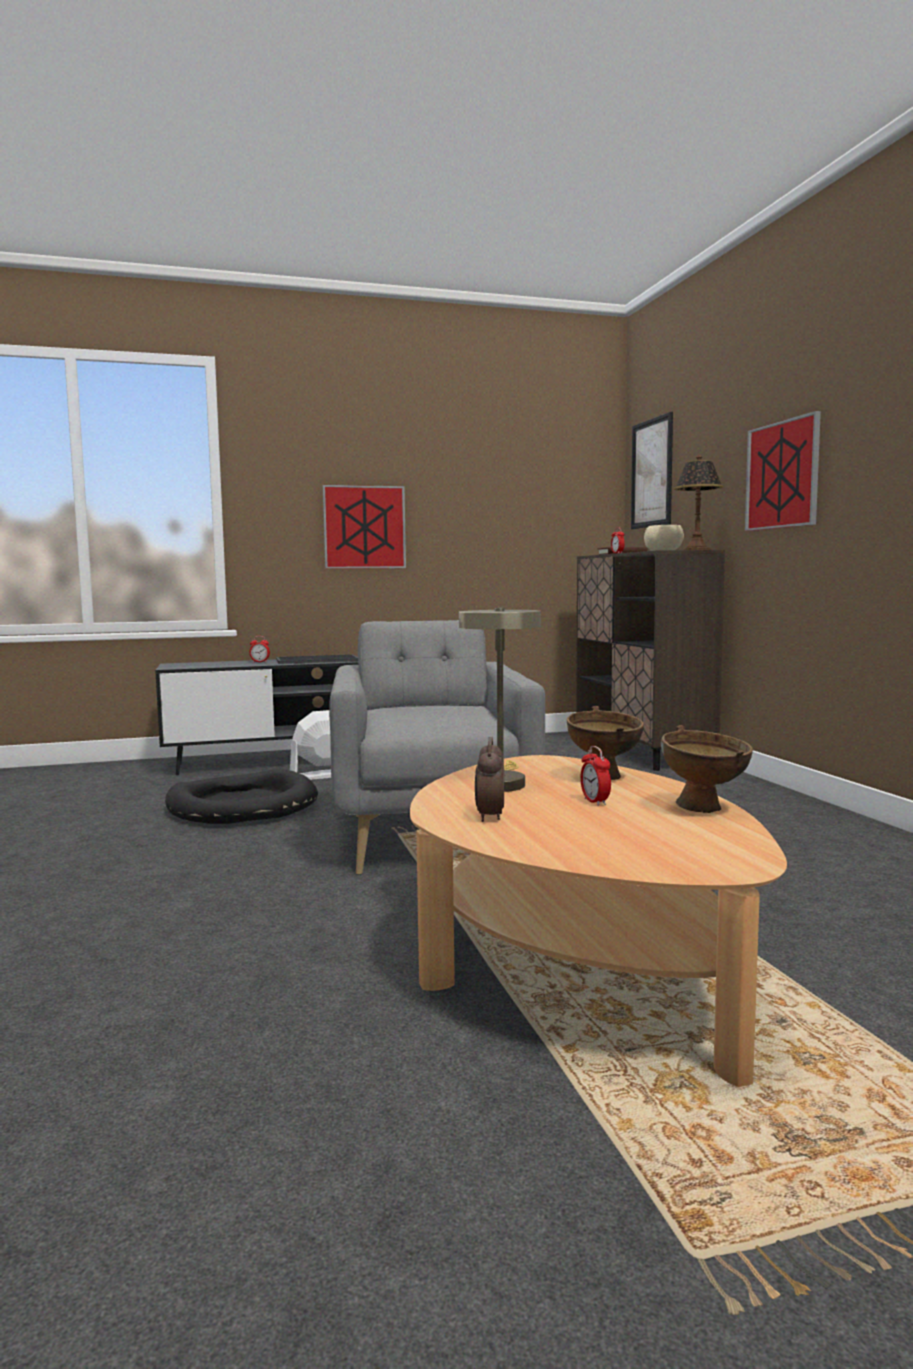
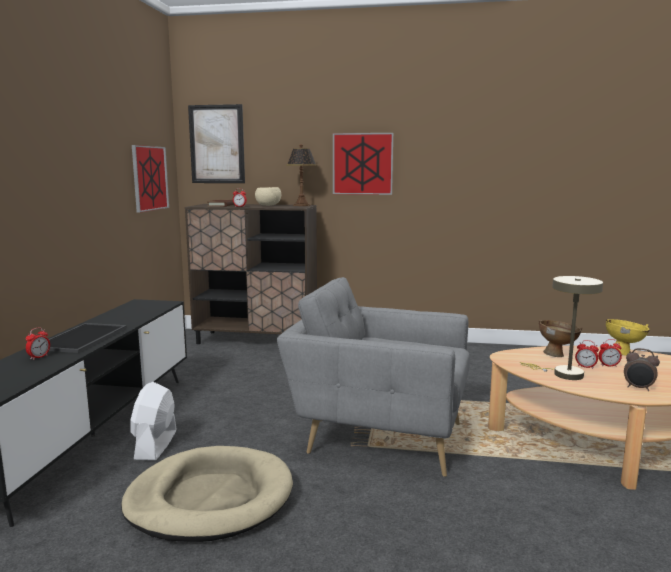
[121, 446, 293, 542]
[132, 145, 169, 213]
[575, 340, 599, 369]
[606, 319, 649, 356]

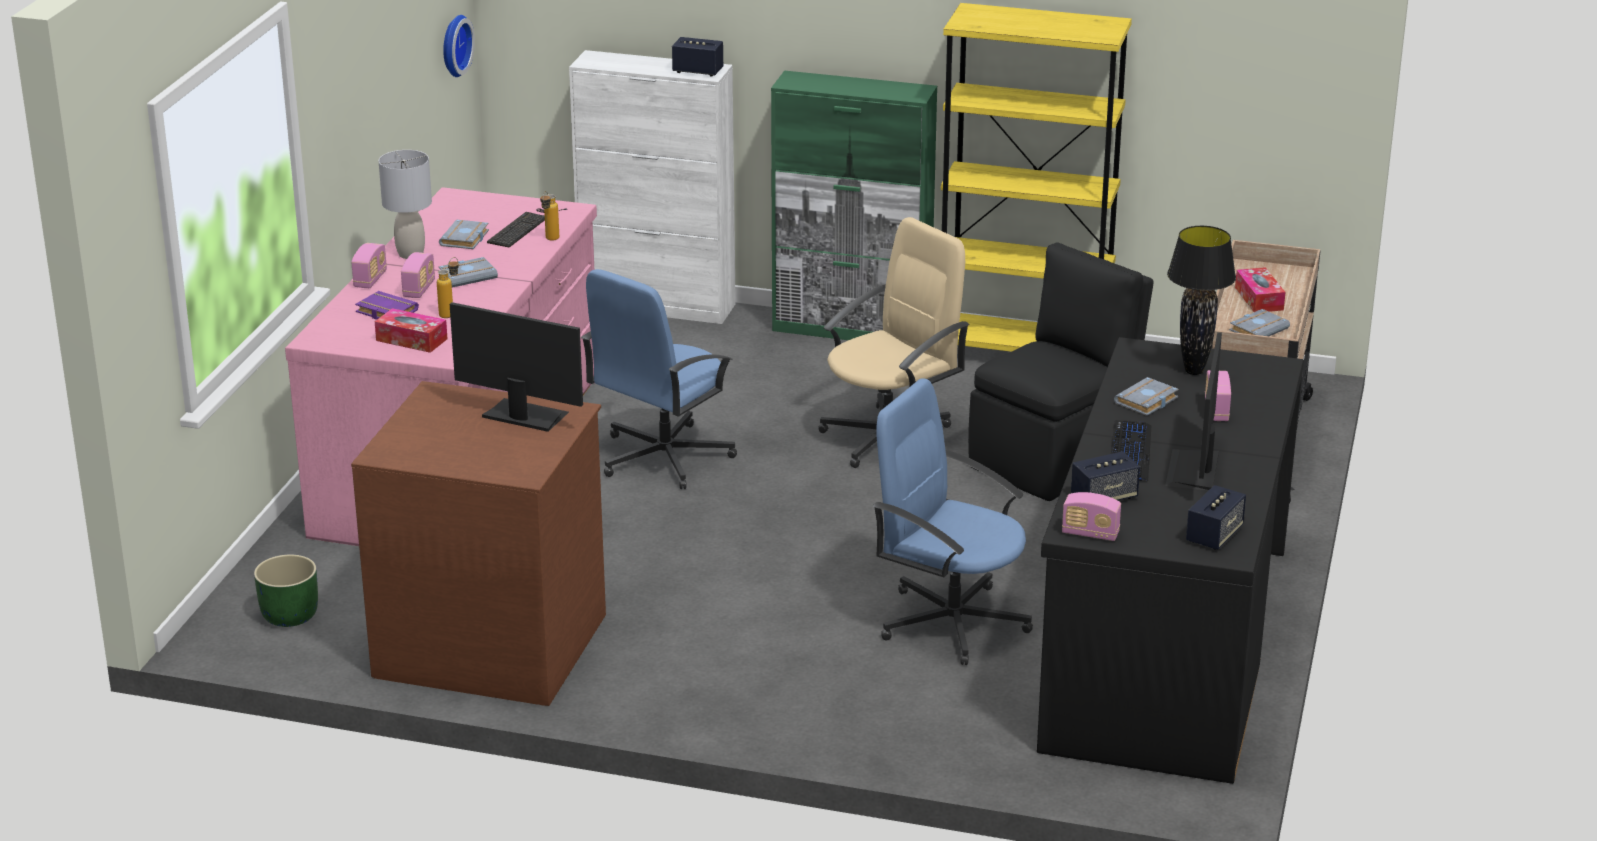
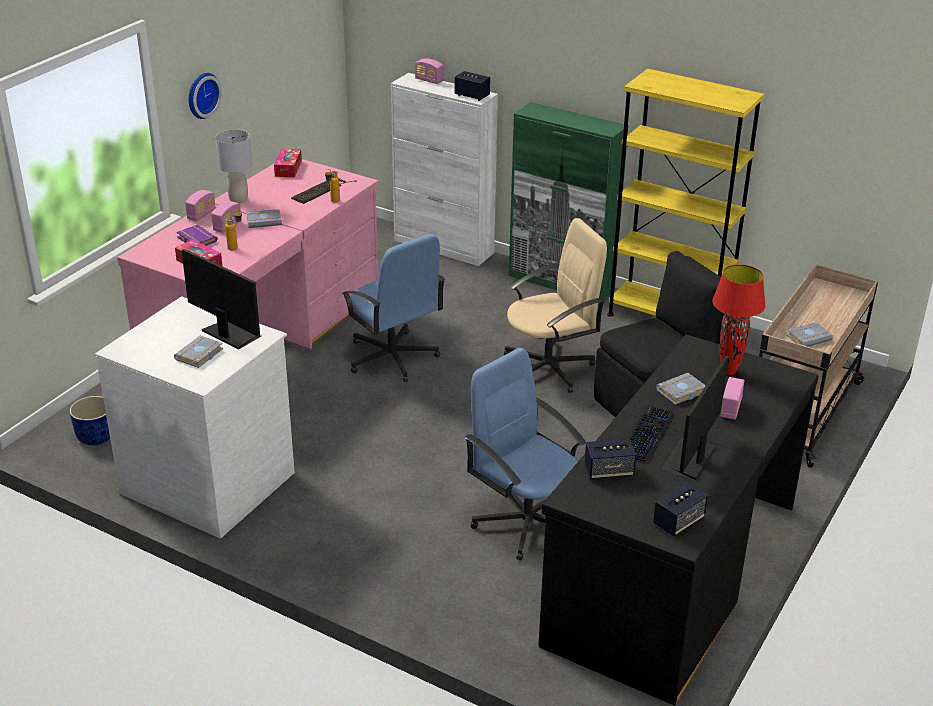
[69, 396, 110, 445]
[95, 296, 295, 538]
[174, 336, 223, 368]
[188, 73, 222, 119]
[274, 148, 302, 178]
[341, 234, 445, 382]
[415, 58, 444, 84]
[712, 265, 766, 375]

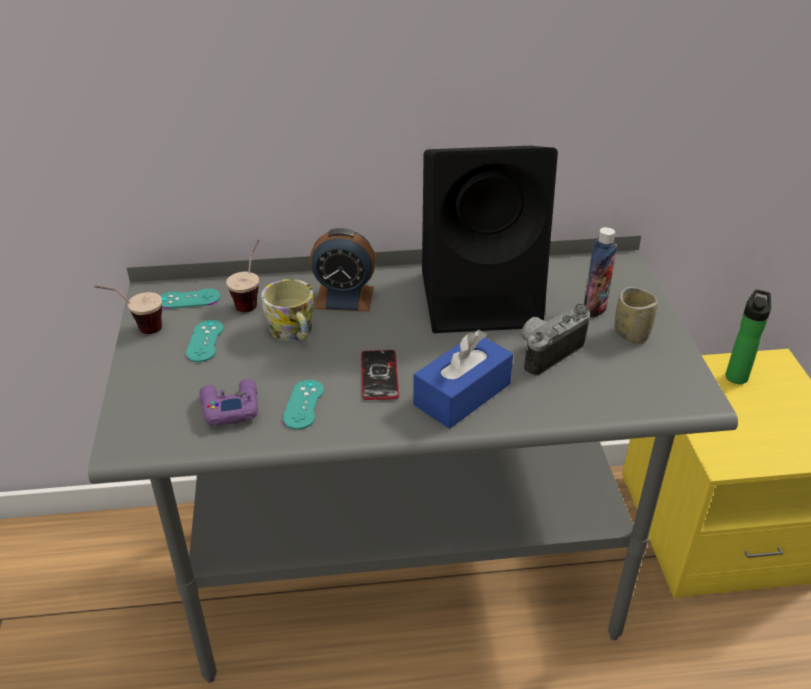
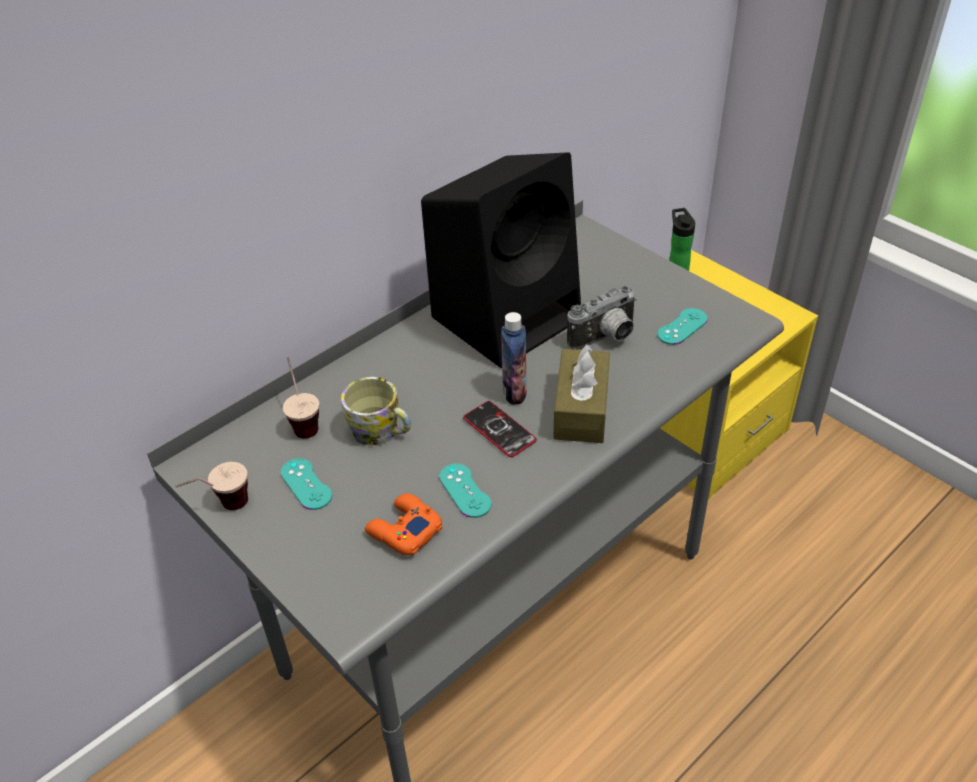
[365, 494, 442, 555]
[501, 312, 526, 405]
[553, 344, 610, 443]
[567, 286, 637, 350]
[657, 308, 708, 345]
[310, 228, 376, 312] (first image)
[614, 287, 658, 344] (first image)

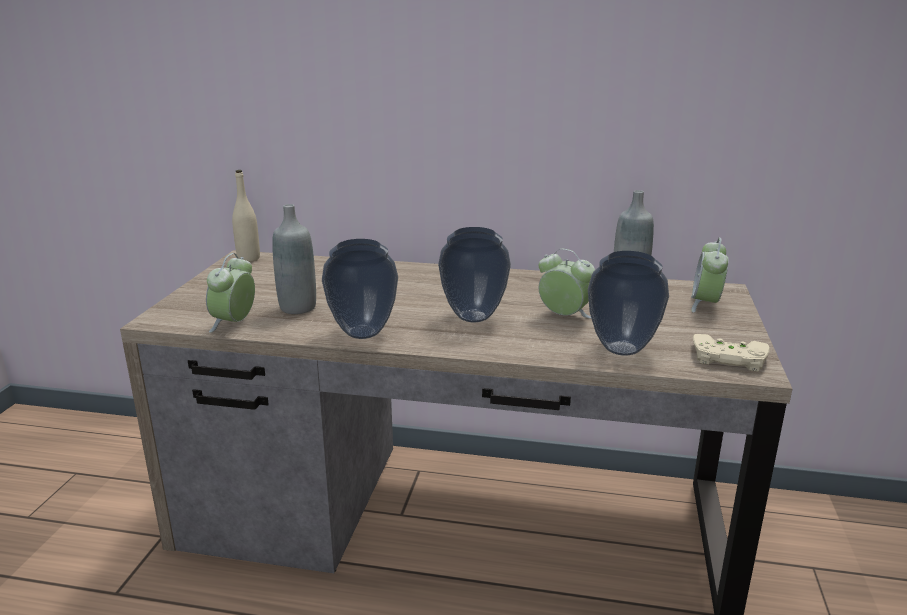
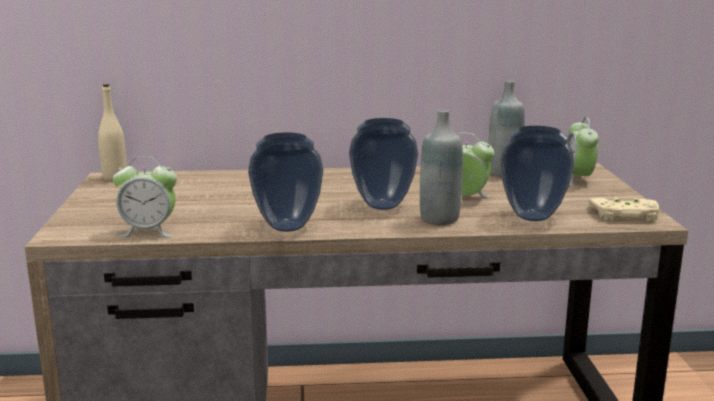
[113, 156, 177, 237]
[420, 110, 463, 225]

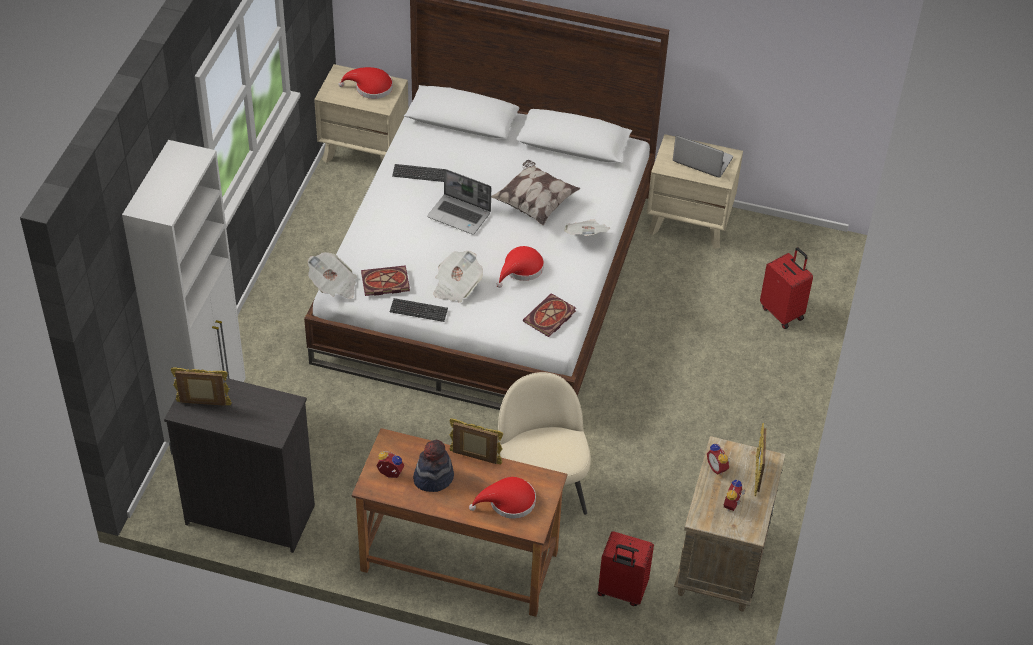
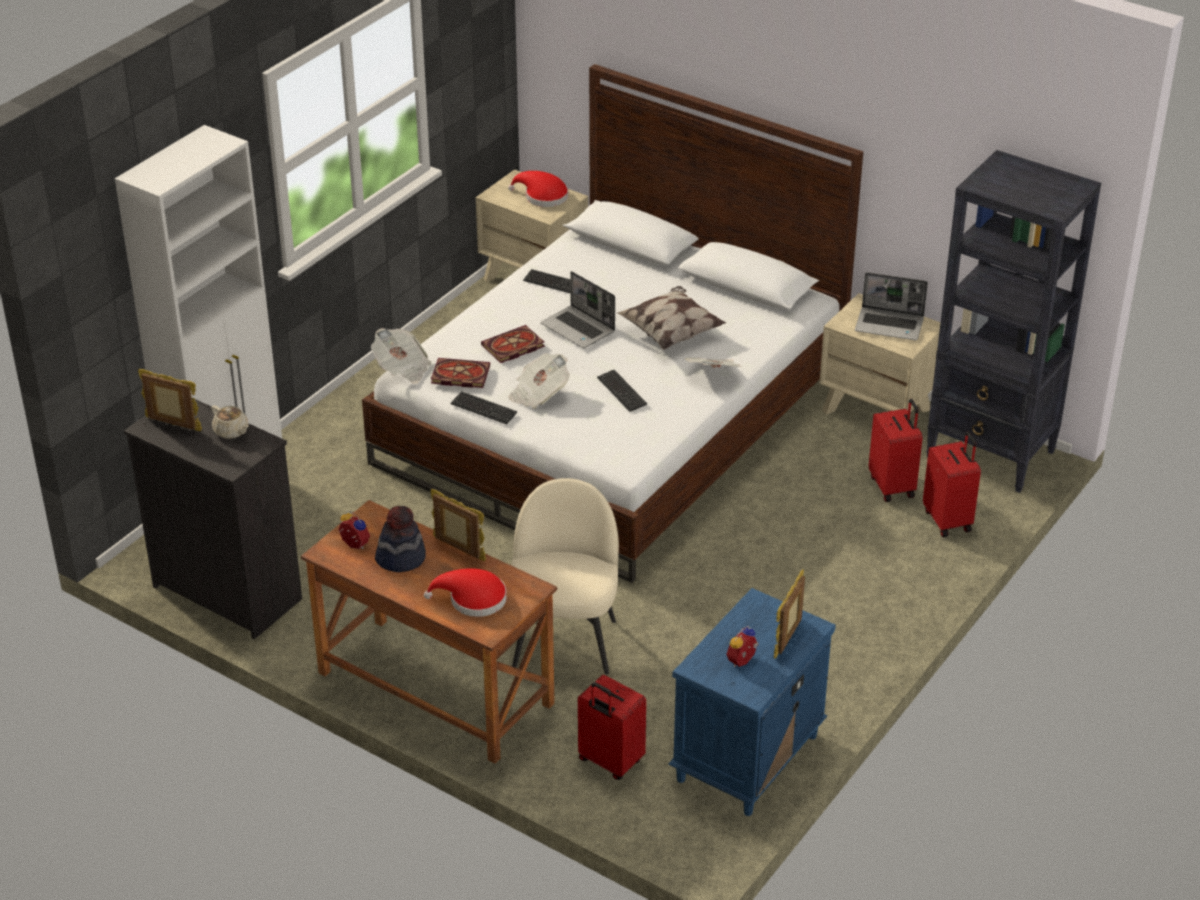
[211, 405, 249, 439]
[481, 325, 545, 363]
[597, 370, 647, 412]
[668, 588, 836, 816]
[855, 272, 928, 340]
[869, 399, 923, 502]
[926, 150, 1101, 493]
[707, 444, 730, 475] (first image)

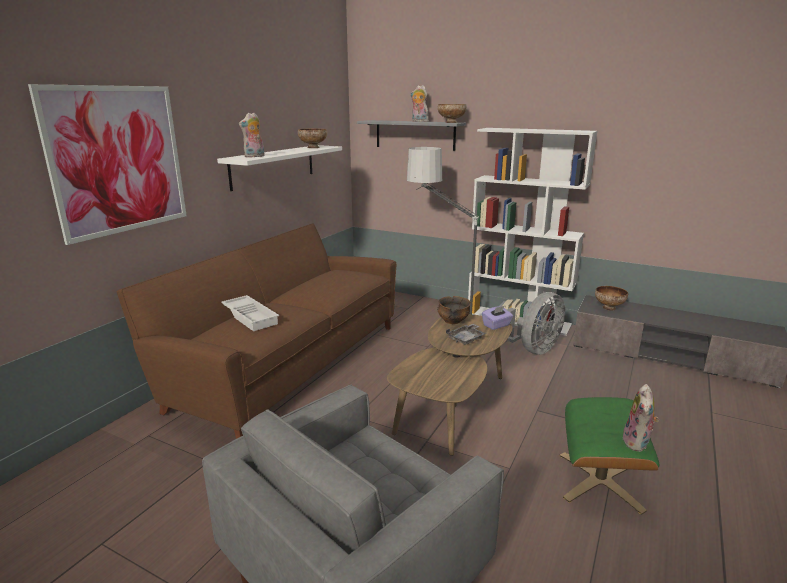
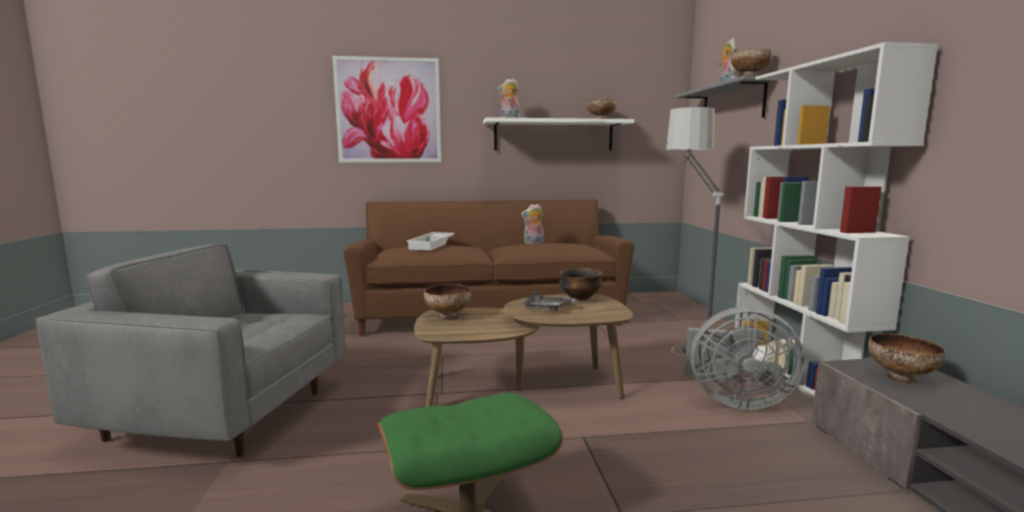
[424, 284, 471, 320]
[521, 204, 544, 244]
[482, 306, 513, 330] (first image)

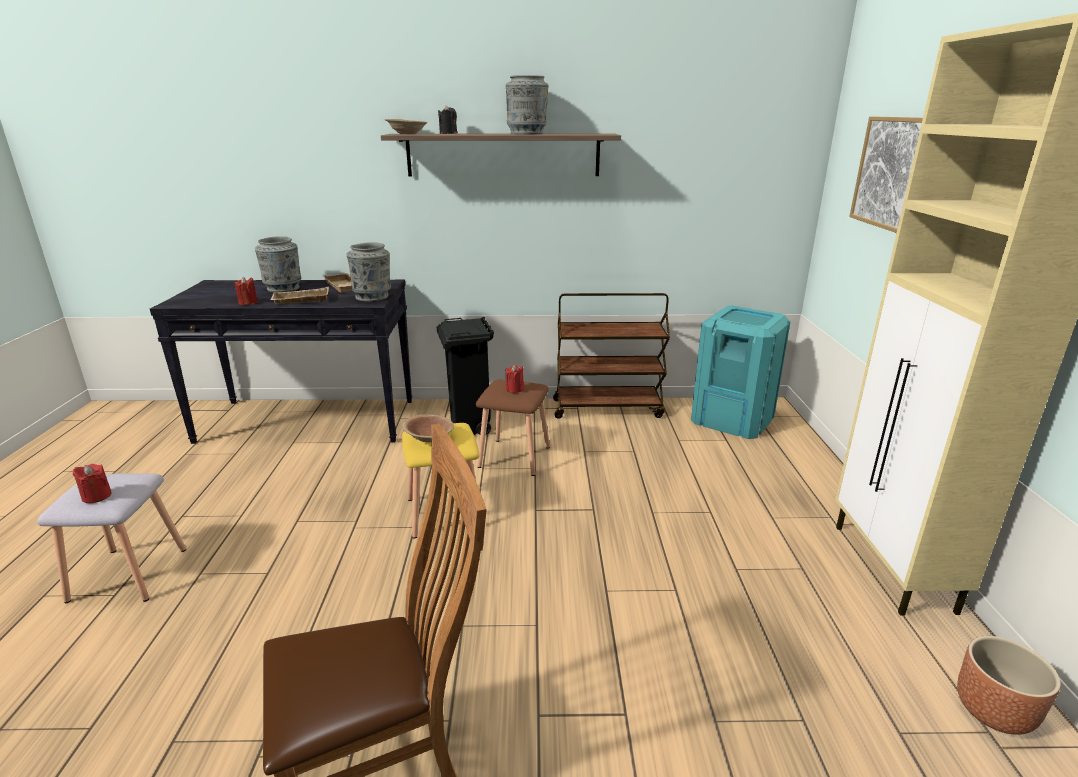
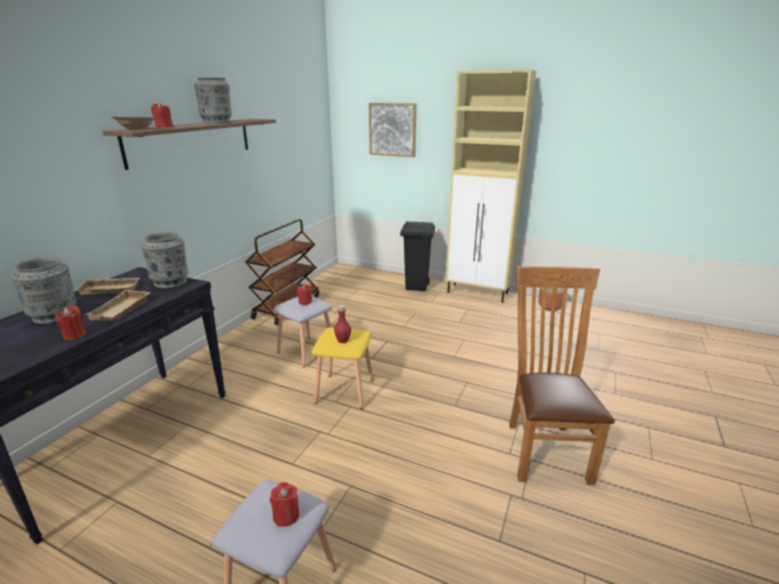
[151, 102, 173, 127]
[274, 296, 332, 367]
[334, 305, 351, 343]
[400, 221, 435, 291]
[691, 306, 790, 439] (first image)

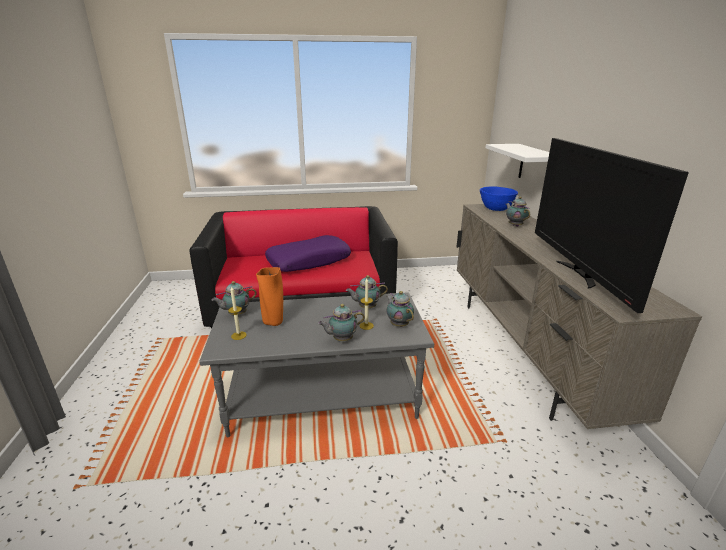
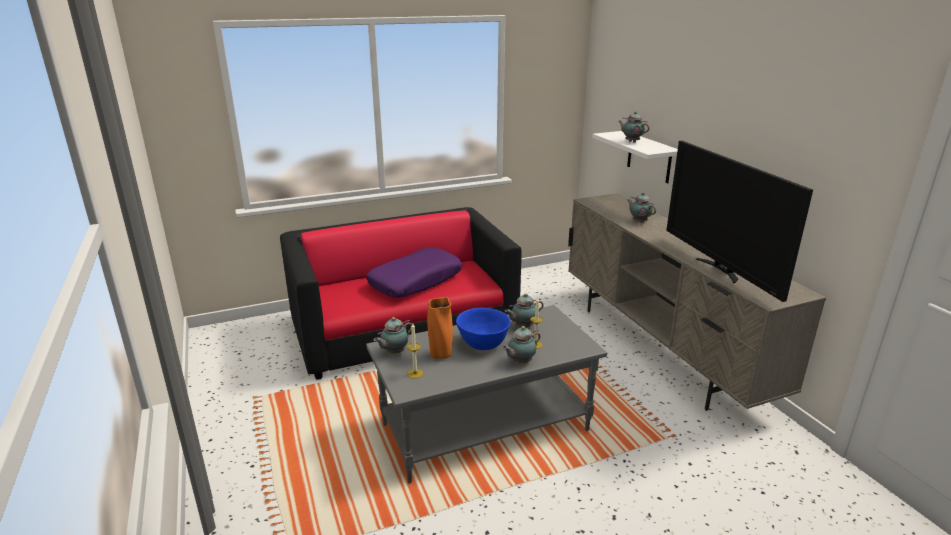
[456, 308, 511, 350]
[618, 112, 650, 143]

